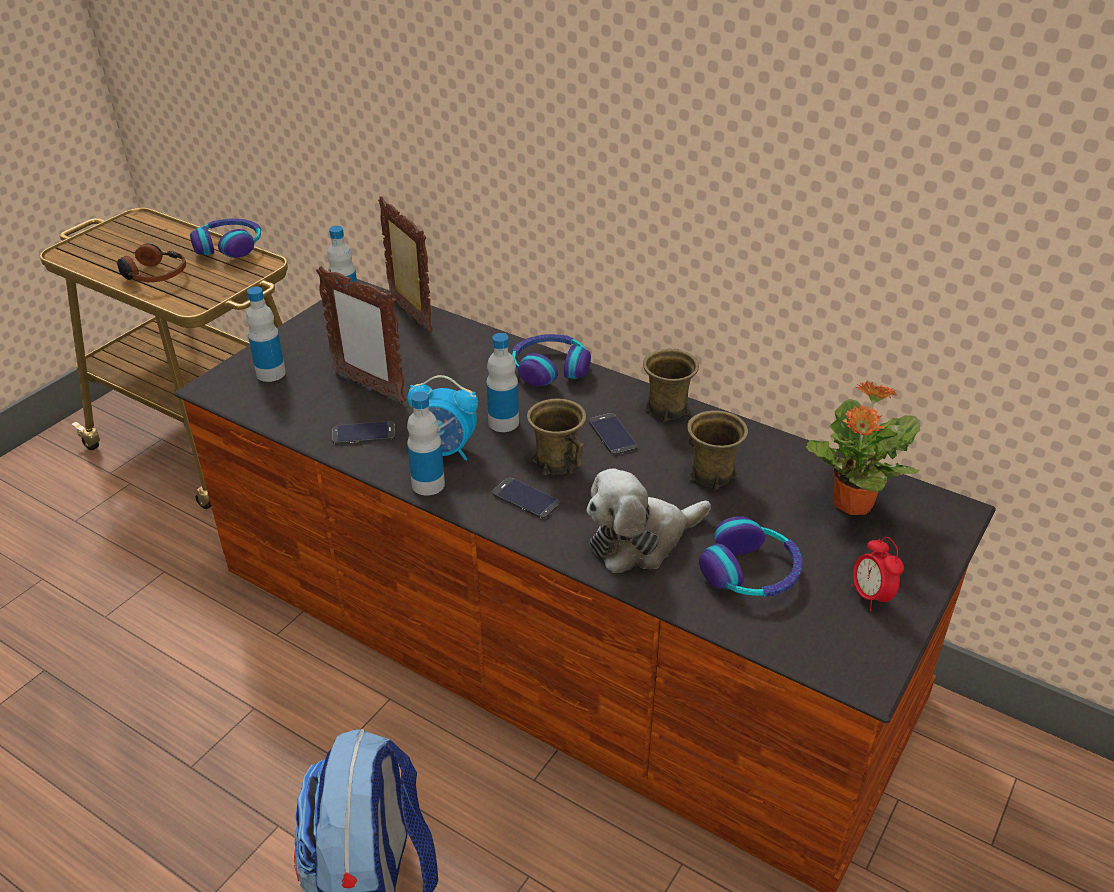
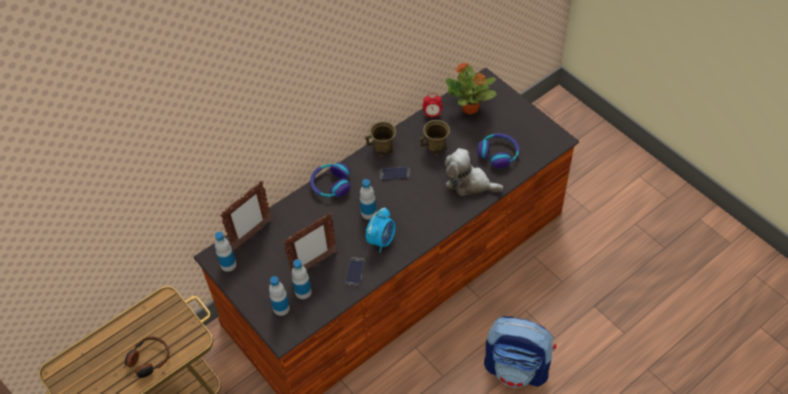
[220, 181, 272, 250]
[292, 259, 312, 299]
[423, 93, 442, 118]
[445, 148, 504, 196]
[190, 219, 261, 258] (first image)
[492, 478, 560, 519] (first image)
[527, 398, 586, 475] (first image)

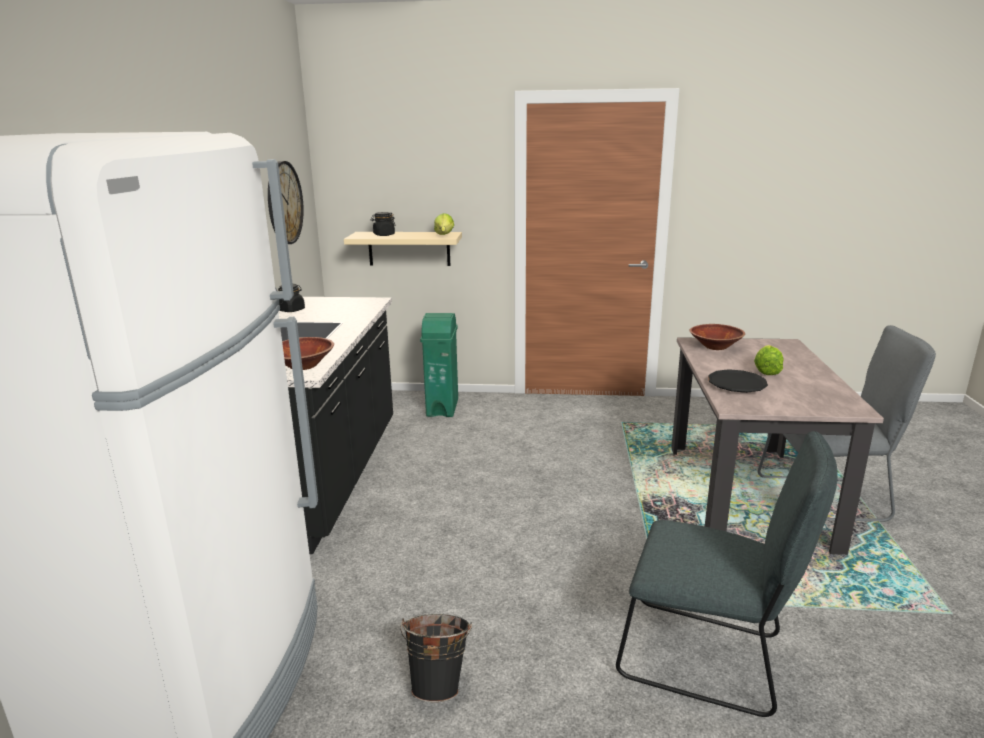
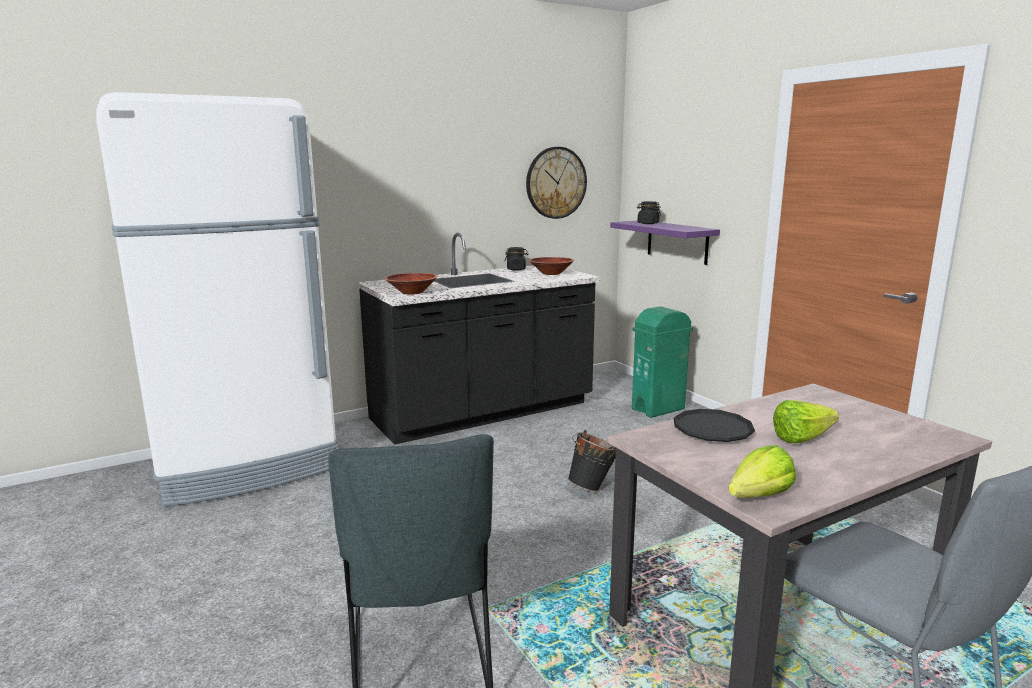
[529, 257, 574, 275]
[568, 430, 616, 492]
[610, 221, 720, 265]
[729, 445, 796, 498]

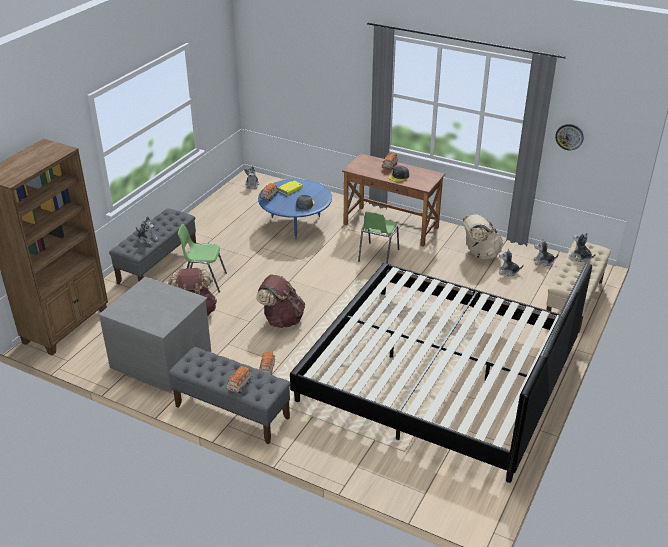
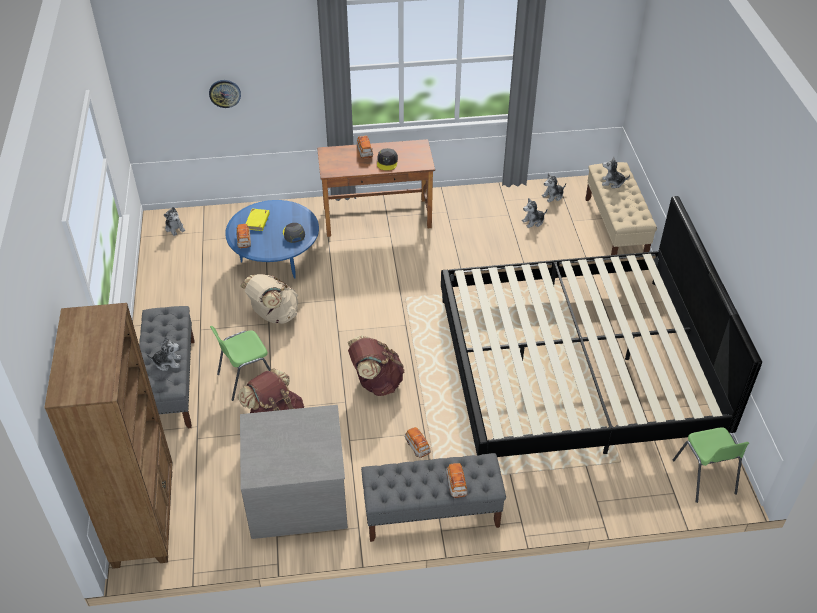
[209, 80, 241, 108]
[240, 274, 298, 324]
[673, 427, 749, 503]

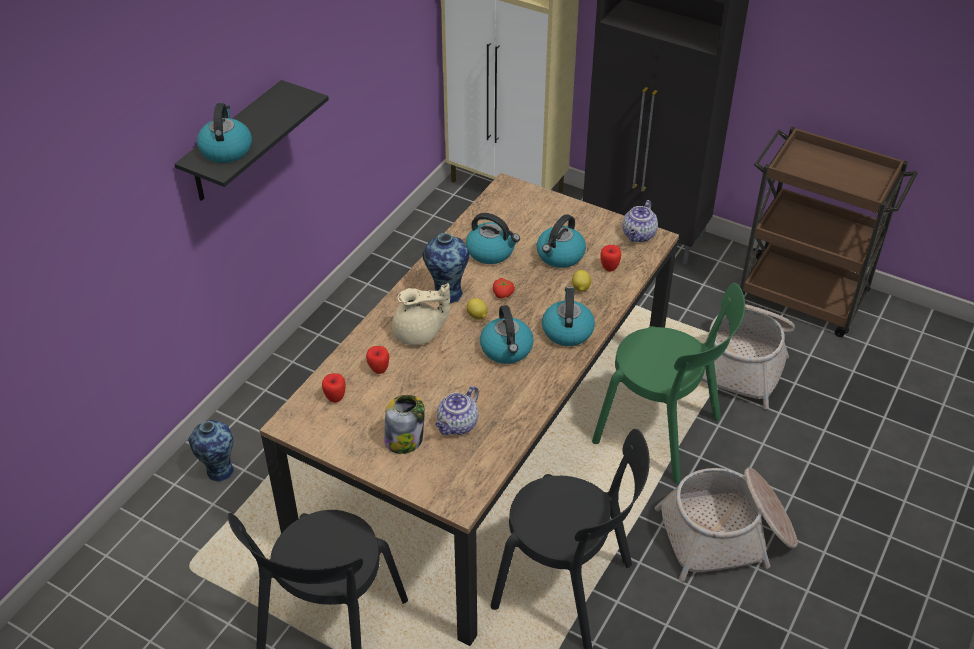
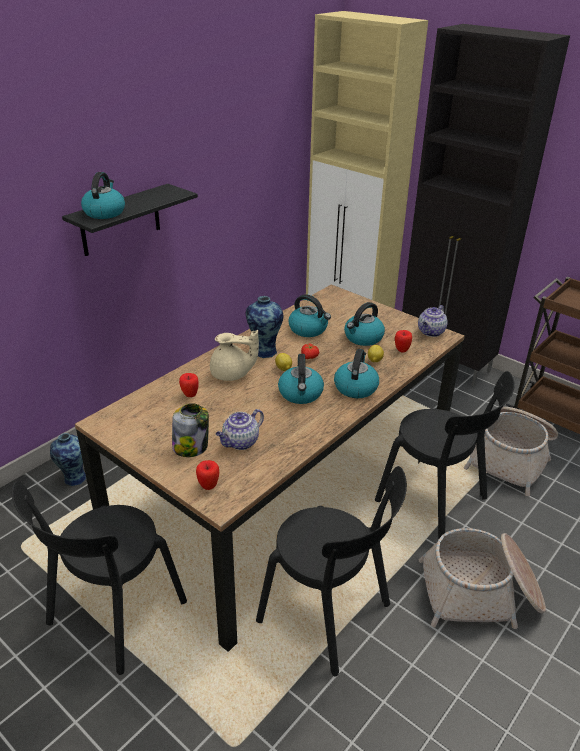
[196, 460, 219, 490]
[375, 371, 515, 540]

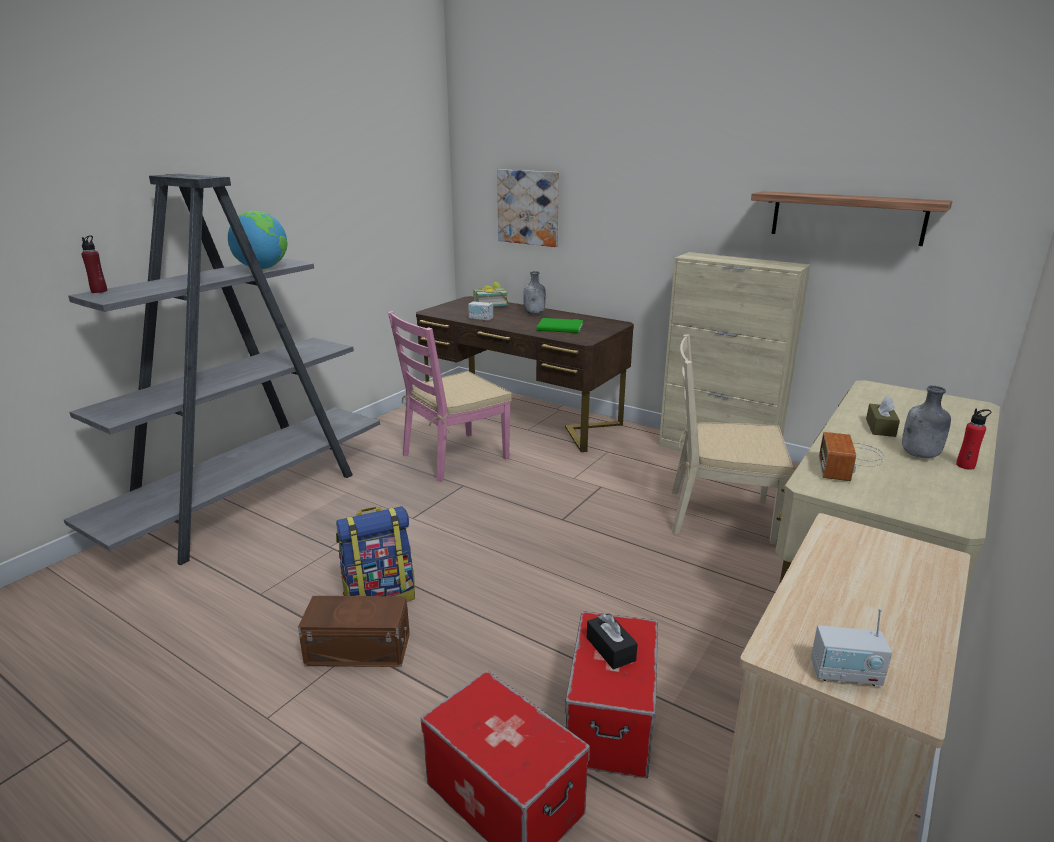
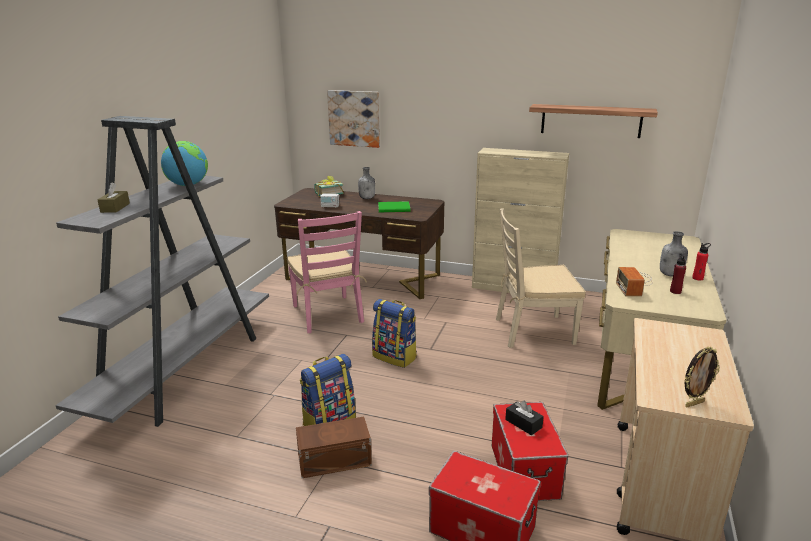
[98, 182, 130, 213]
[287, 211, 367, 333]
[372, 299, 417, 368]
[670, 254, 686, 294]
[685, 347, 720, 407]

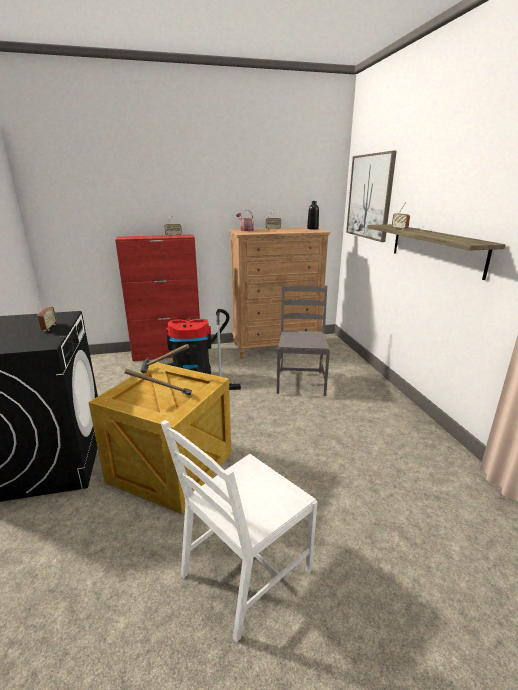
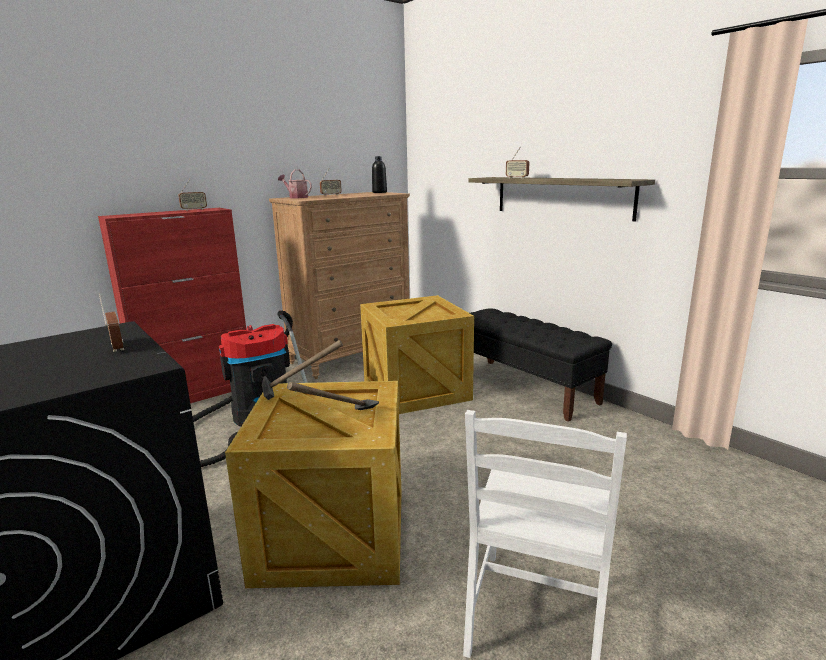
[360, 295, 474, 414]
[470, 308, 612, 422]
[346, 151, 397, 242] (first image)

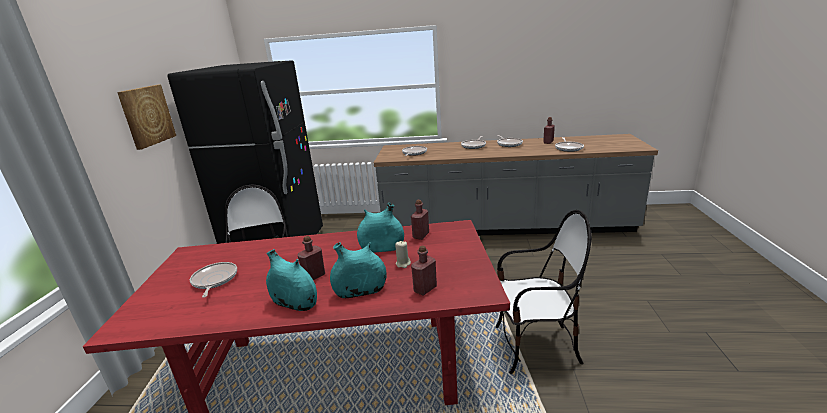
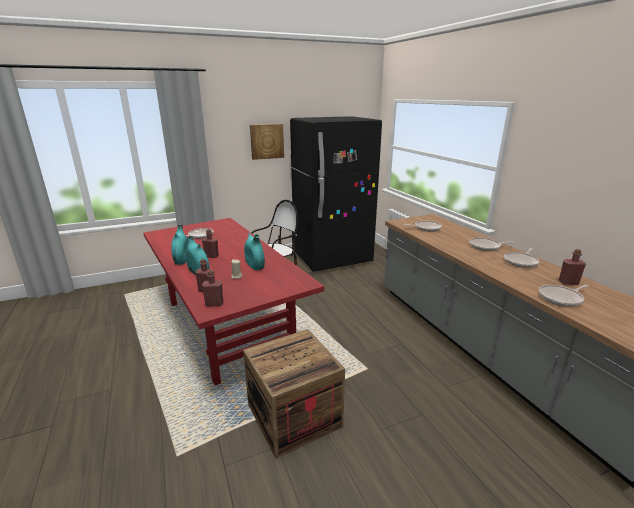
[202, 271, 224, 306]
[243, 329, 345, 459]

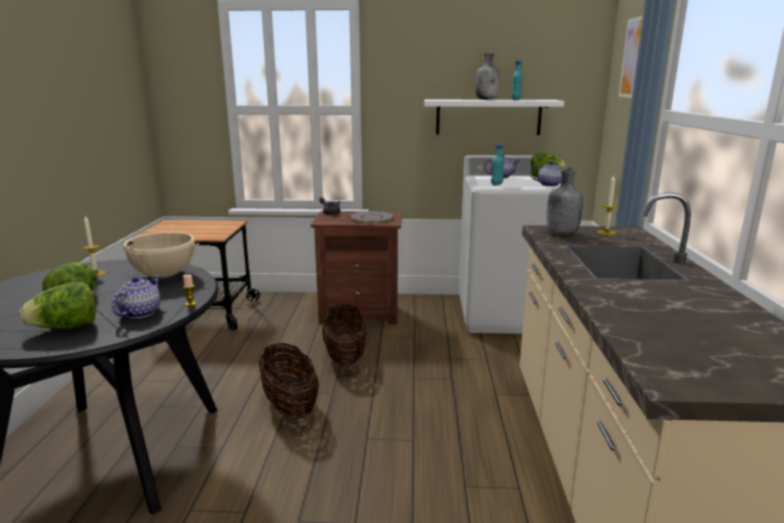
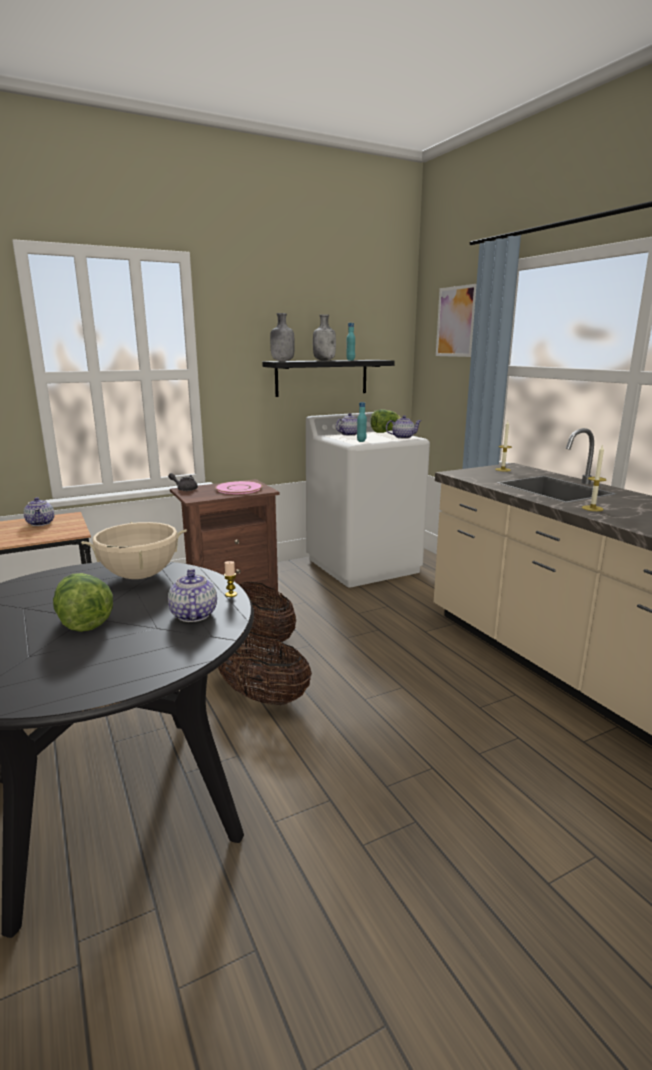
[23, 497, 54, 526]
[215, 481, 263, 494]
[262, 360, 395, 397]
[270, 313, 295, 361]
[582, 444, 607, 511]
[20, 282, 96, 329] (first image)

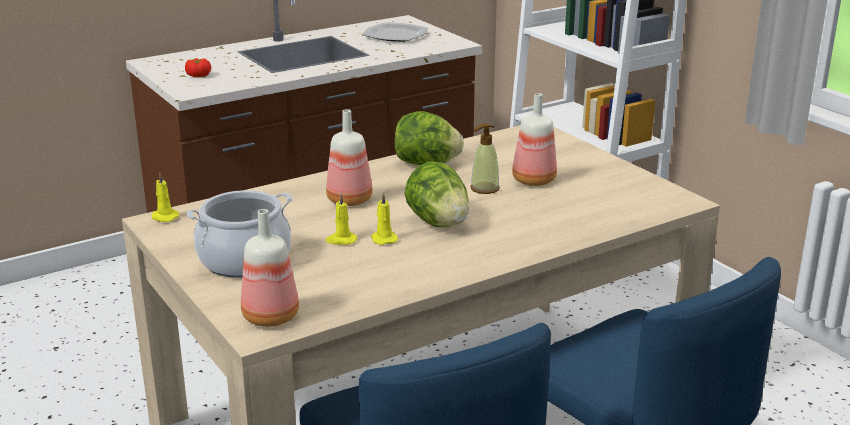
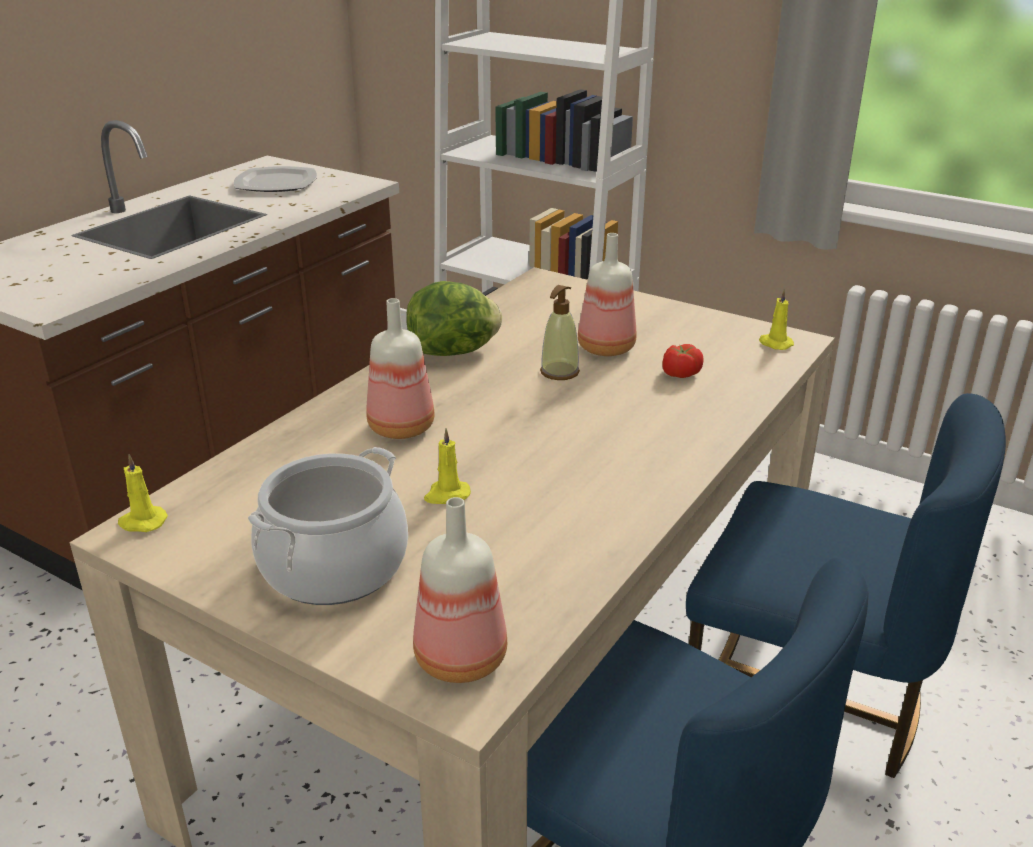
[662, 344, 704, 378]
[759, 289, 794, 350]
[404, 161, 469, 227] (first image)

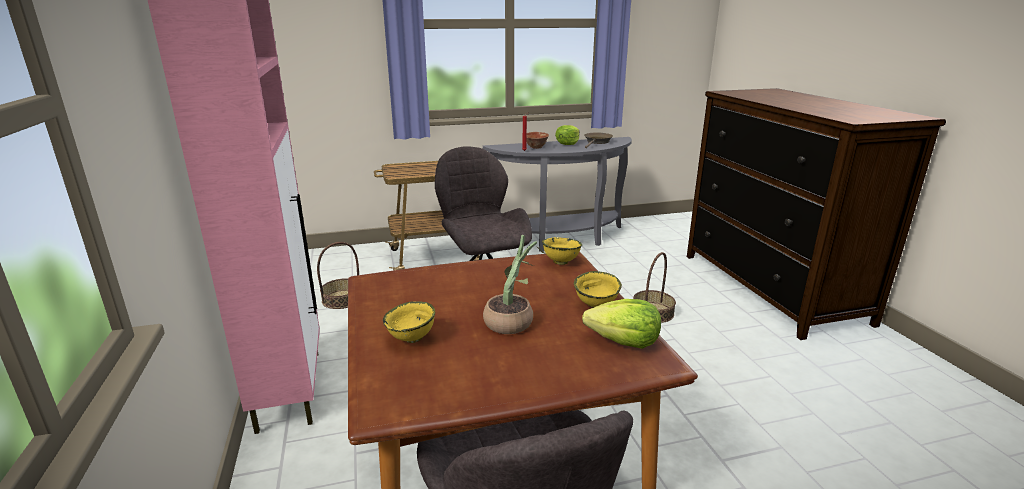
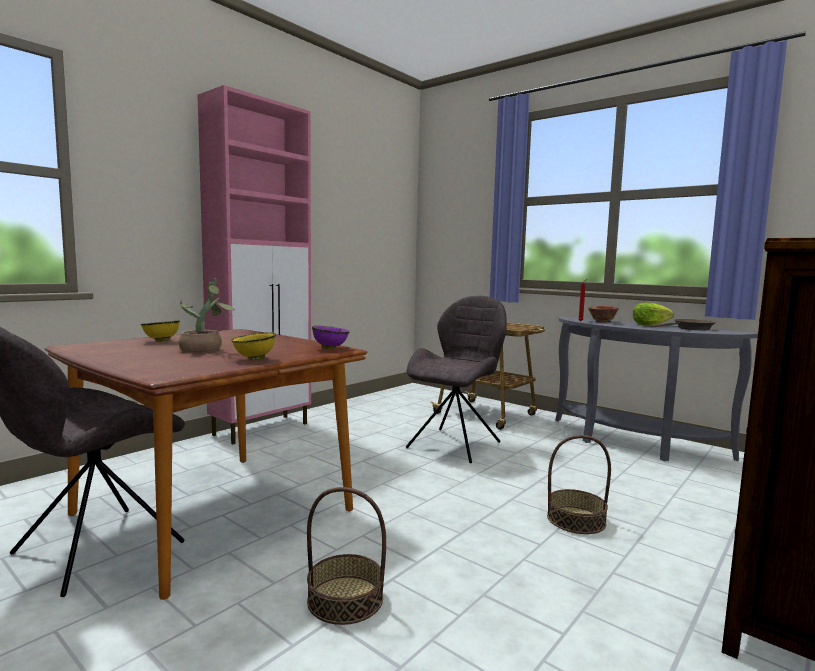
[307, 487, 386, 625]
[312, 326, 350, 349]
[582, 299, 661, 349] (first image)

